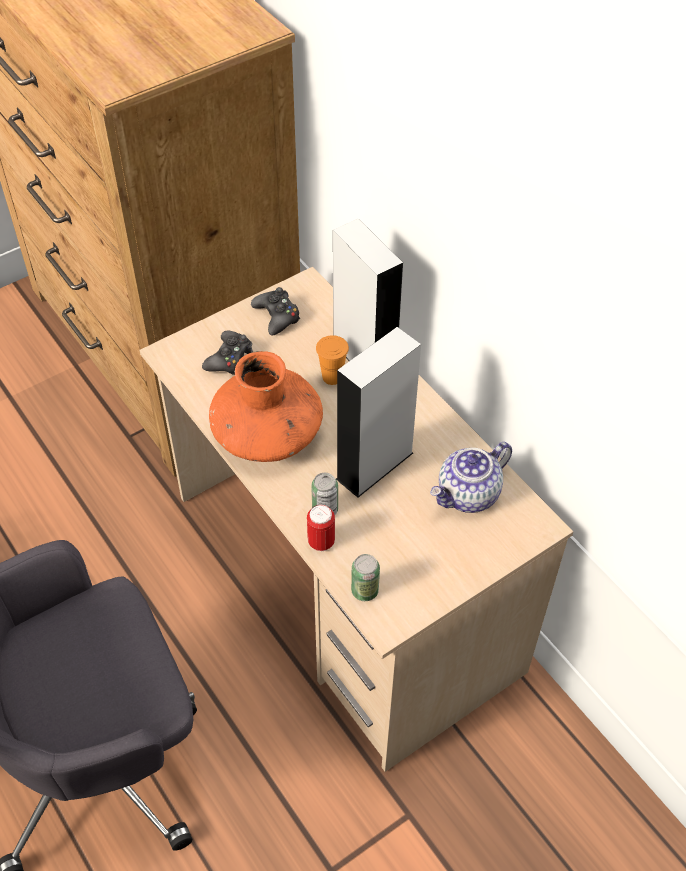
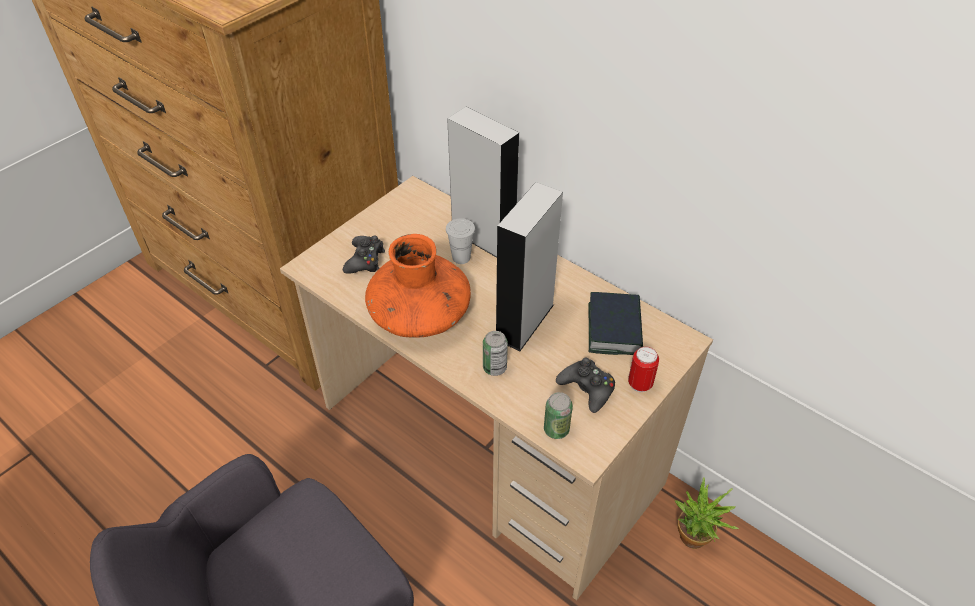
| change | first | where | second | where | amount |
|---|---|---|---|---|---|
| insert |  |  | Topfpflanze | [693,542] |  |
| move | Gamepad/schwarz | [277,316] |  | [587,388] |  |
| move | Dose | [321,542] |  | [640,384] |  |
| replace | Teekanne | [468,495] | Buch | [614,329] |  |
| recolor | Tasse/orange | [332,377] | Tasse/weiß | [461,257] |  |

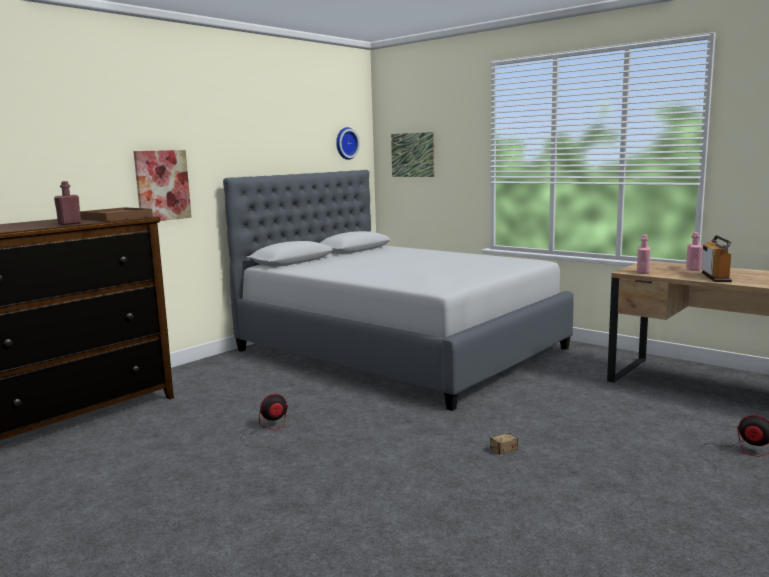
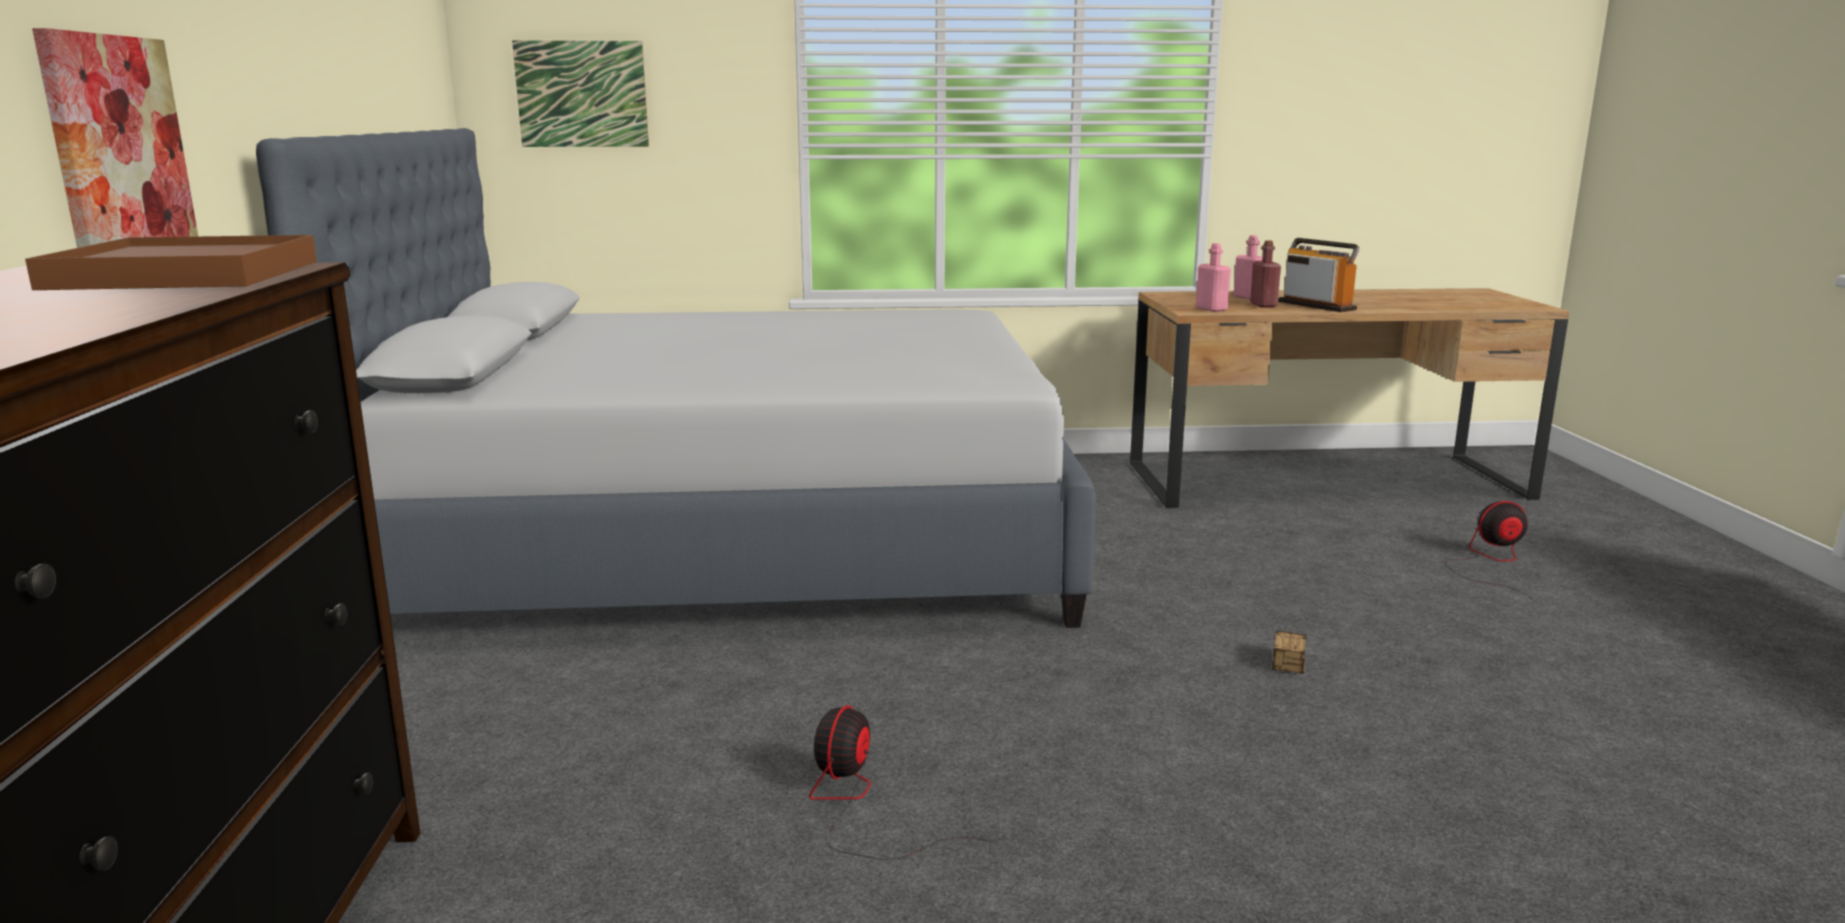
| change | first | where | second | where | amount |
|---|---|---|---|---|---|
| delete | Wanduhr | [345,143] |  |  |  |
| move | Flasche/rot | [69,224] |  | [1263,305] |  |

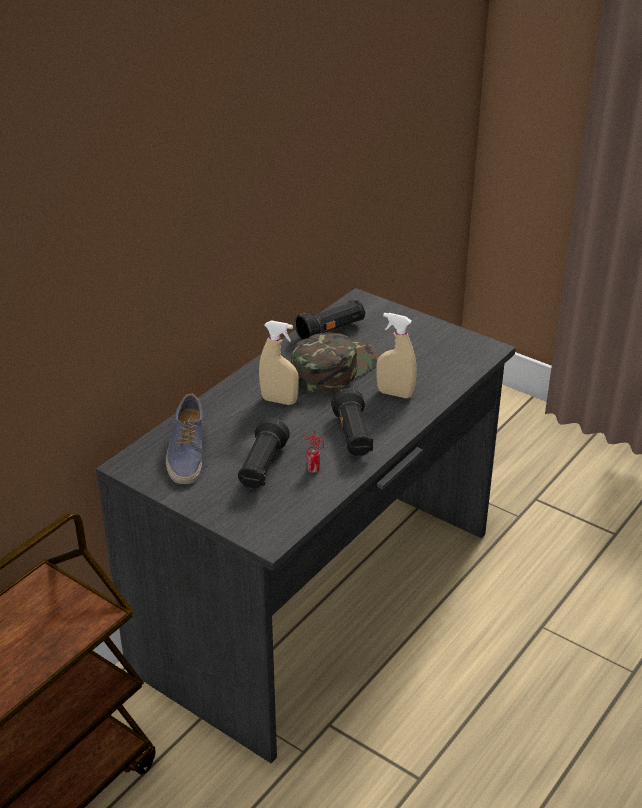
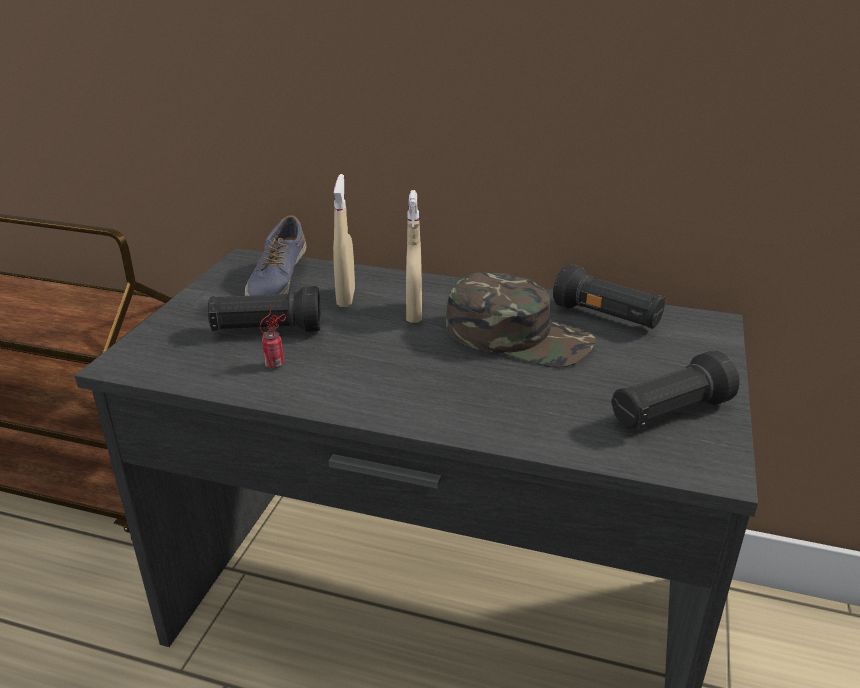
| change | first | where | second | where | amount |
|---|---|---|---|---|---|
| move | Taschenlampe/schwarz | [353,436] |  | [668,413] |  |
| move | Sprühflasche/beige | [395,393] |  | [346,297] |  |
| rotate | Schuh | [186,453] |  | [277,283] | 60 degrees counterclockwise |

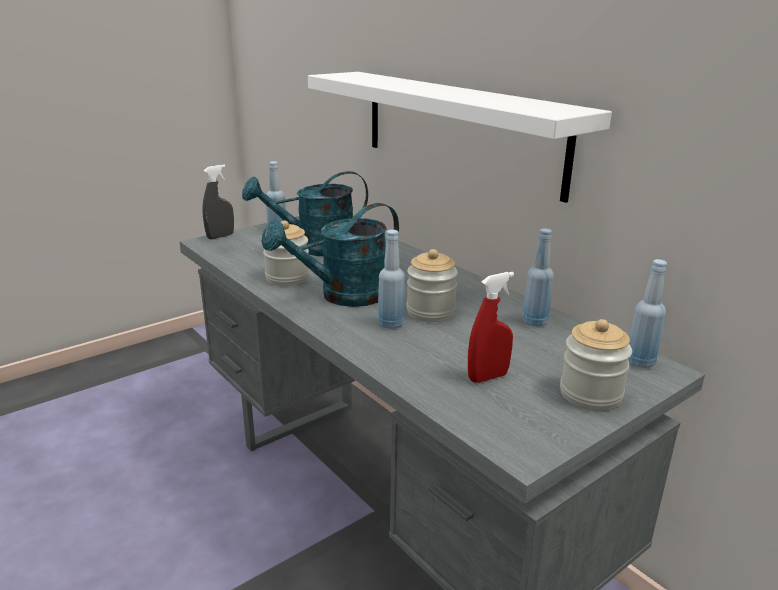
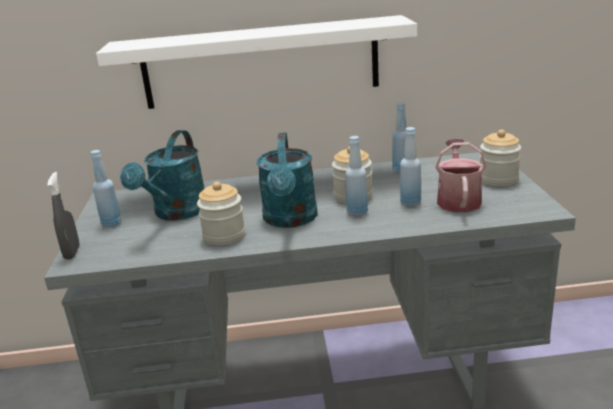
| change | first | where | second | where | amount |
|---|---|---|---|---|---|
| move | Flasche/blau | [639,362] |  | [410,203] |  |
| replace | Sprühflasche/rot | [488,377] | Gießkanne | [458,200] |  |

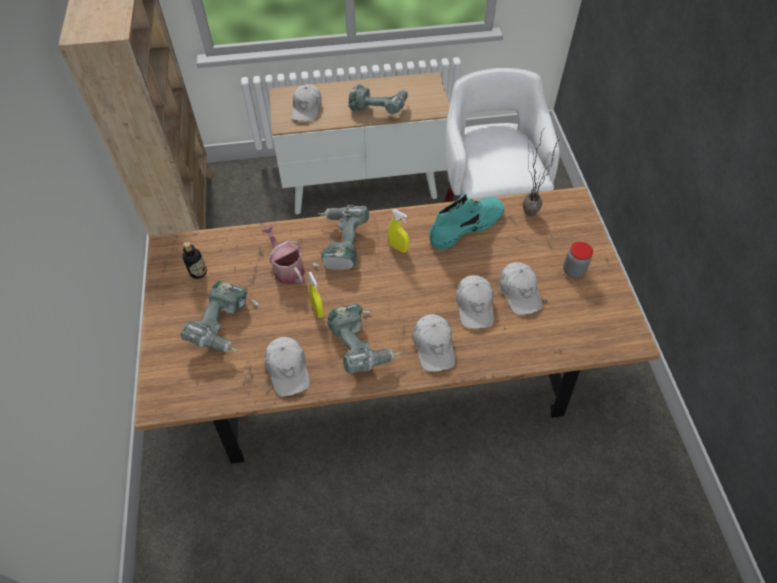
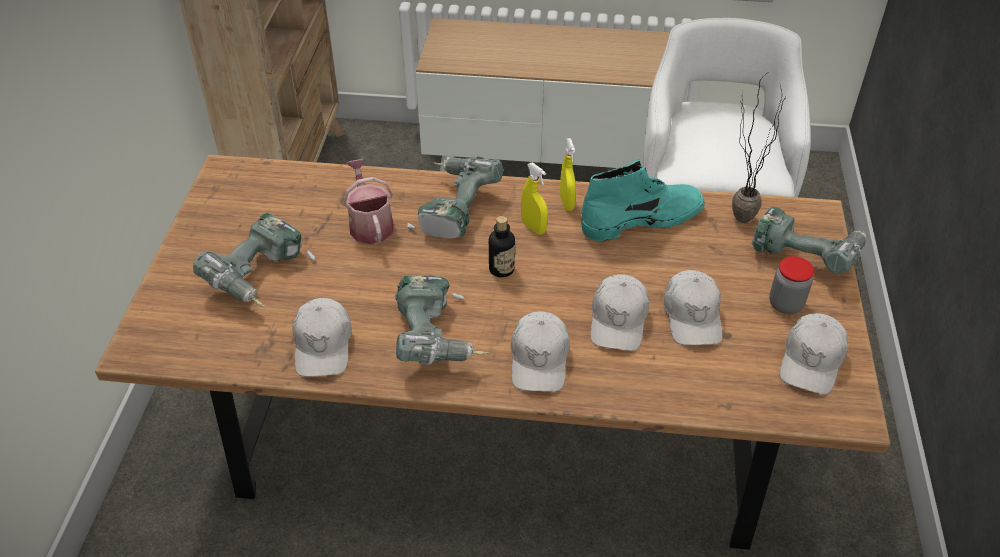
| change | first | where | second | where | amount |
|---|---|---|---|---|---|
| move | Flasche | [198,272] |  | [501,269] |  |
| move | Kappe/weiß | [306,108] |  | [811,361] |  |
| move | Sprühflasche/gelb | [317,310] |  | [566,203] |  |
| move | Bohrmaschine | [379,108] |  | [806,254] |  |

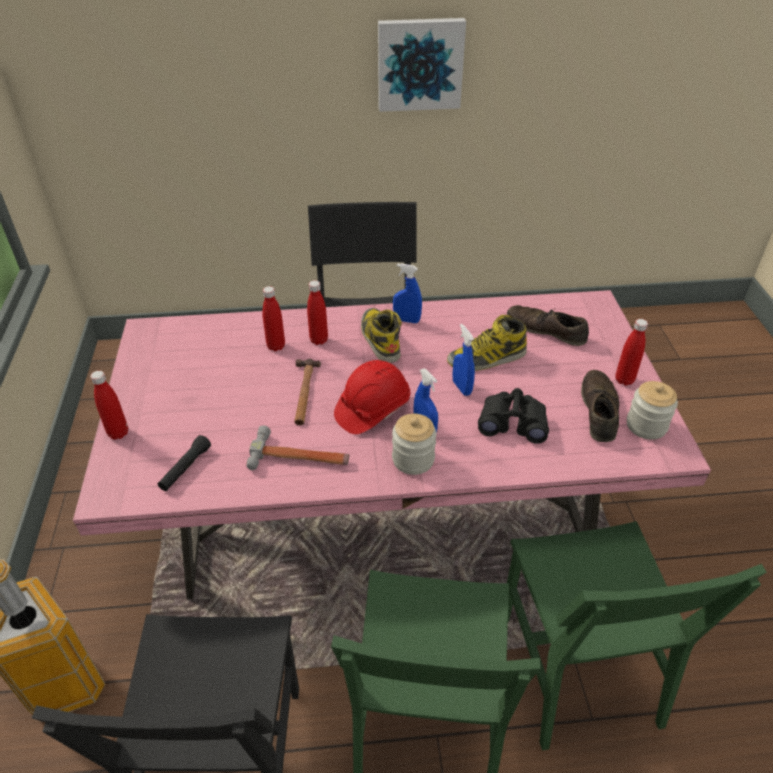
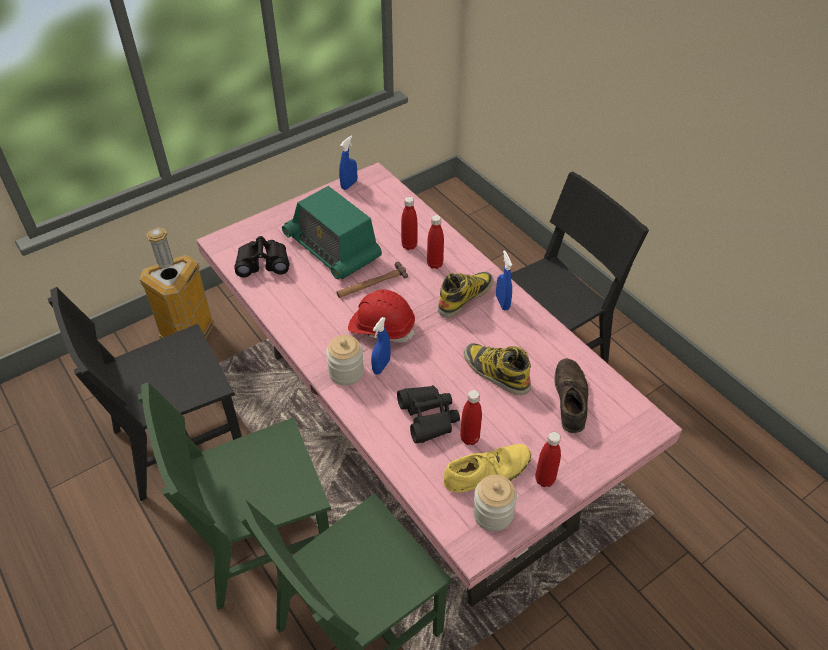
| change | first | where | second | where | amount |
|---|---|---|---|---|---|
| delete | Hammer | [300,458] |  |  |  |
| delete | Bild | [419,64] |  |  |  |
| insert |  |  | Radio | [332,248] |  |
| move | Flasche/rot | [118,433] |  | [469,438] |  |
| move | Sprühflasche/blau | [461,387] |  | [349,185] |  |
| replace | Taschenlampe/schwarz | [185,468] | Fernglas/schwarz | [263,263] |  |
| recolor | Schuh/braun | [598,410] | Schuh/gelb | [487,472] |  |

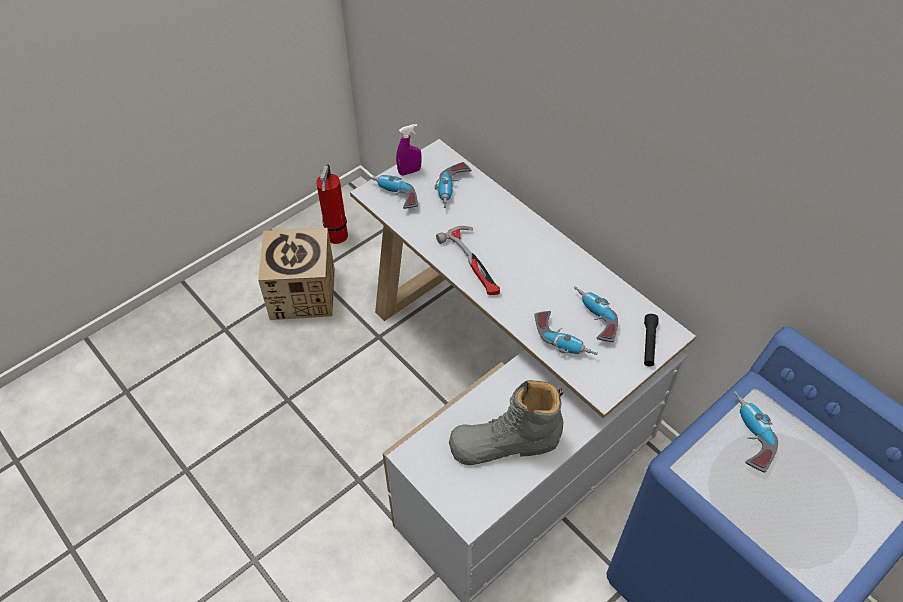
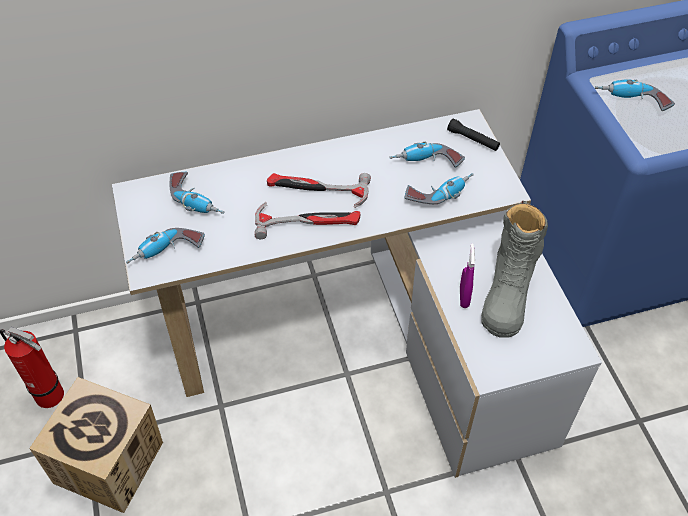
| change | first | where | second | where | amount |
|---|---|---|---|---|---|
| insert |  |  | Hammer | [317,190] |  |
| move | Sprühflasche/lila | [409,171] |  | [464,297] |  |

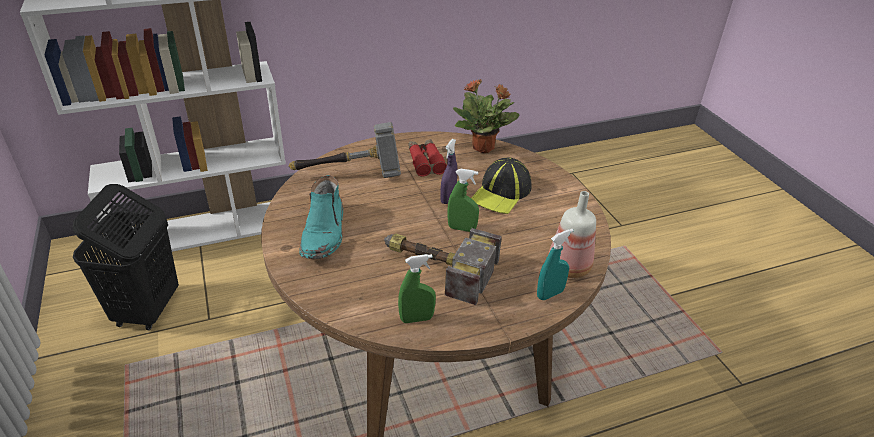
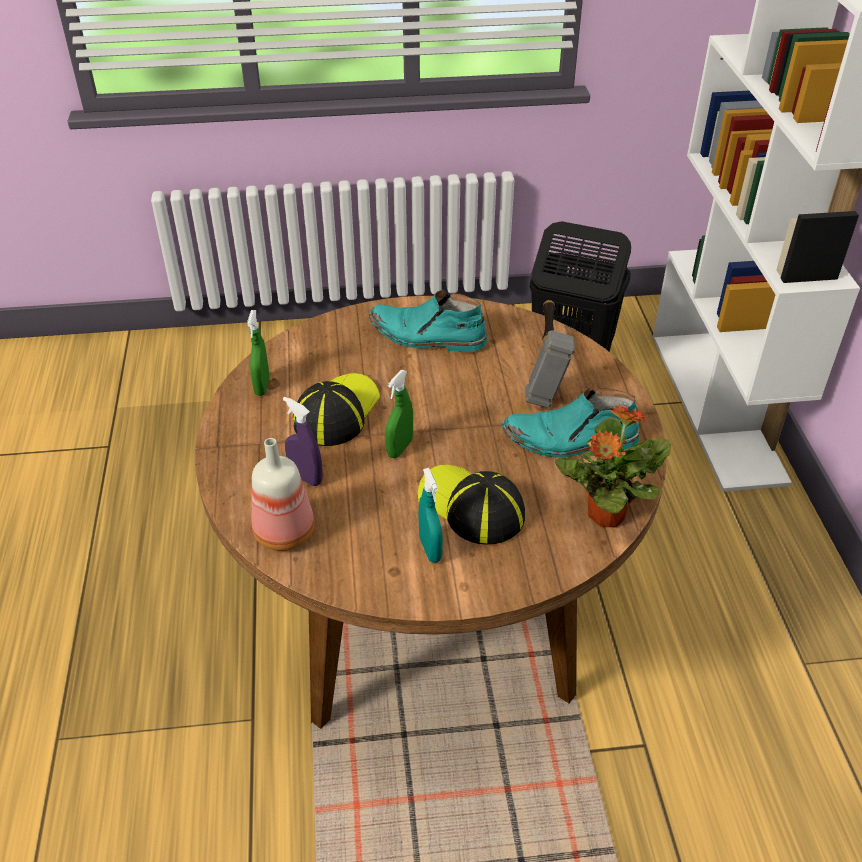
| change | first | where | second | where | amount |
|---|---|---|---|---|---|
| move | Sprühflasche/lila | [448,198] |  | [305,477] |  |
| move | Sprühflasche/türkis | [550,294] |  | [430,549] |  |
| replace | Hammer | [435,266] | Kappe | [336,412] |  |
| replace | Fernglas/rot | [425,162] | Stiefel/türkis | [570,440] |  |

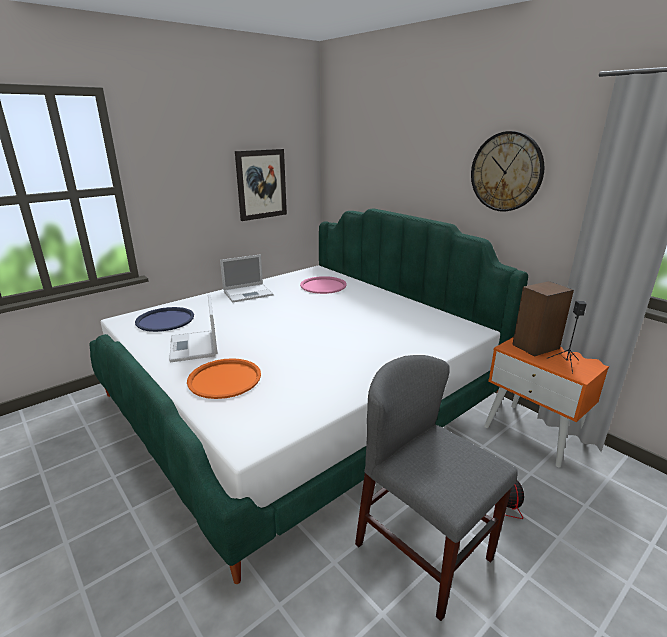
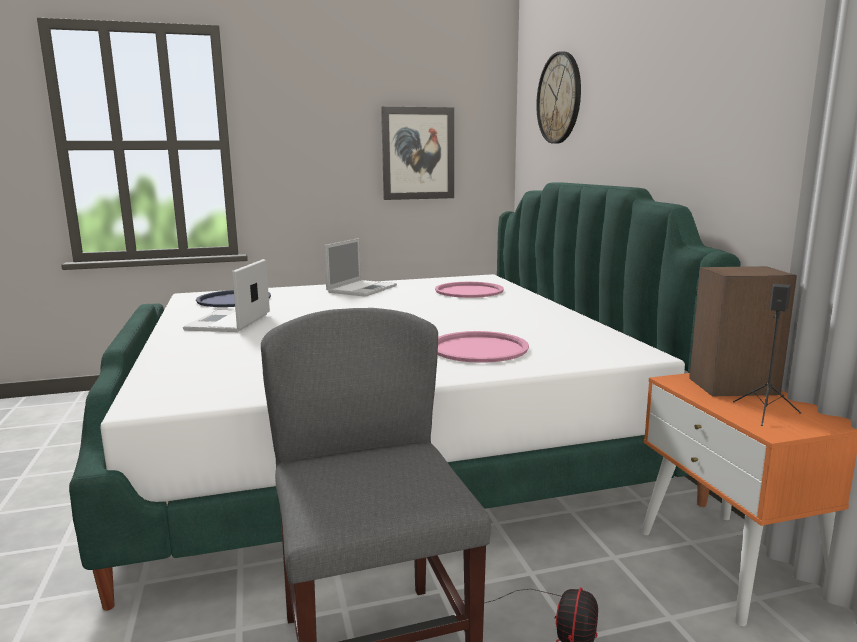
| change | first | where | second | where | amount |
|---|---|---|---|---|---|
| delete | Tablett/orange | [224,379] |  |  |  |
| insert |  |  | Tablett/rosa | [479,348] |  |
| move | Wanduhr | [506,172] |  | [559,98] |  |
| rotate | Laptop | [249,293] |  | [362,289] | 60 degrees counterclockwise |

